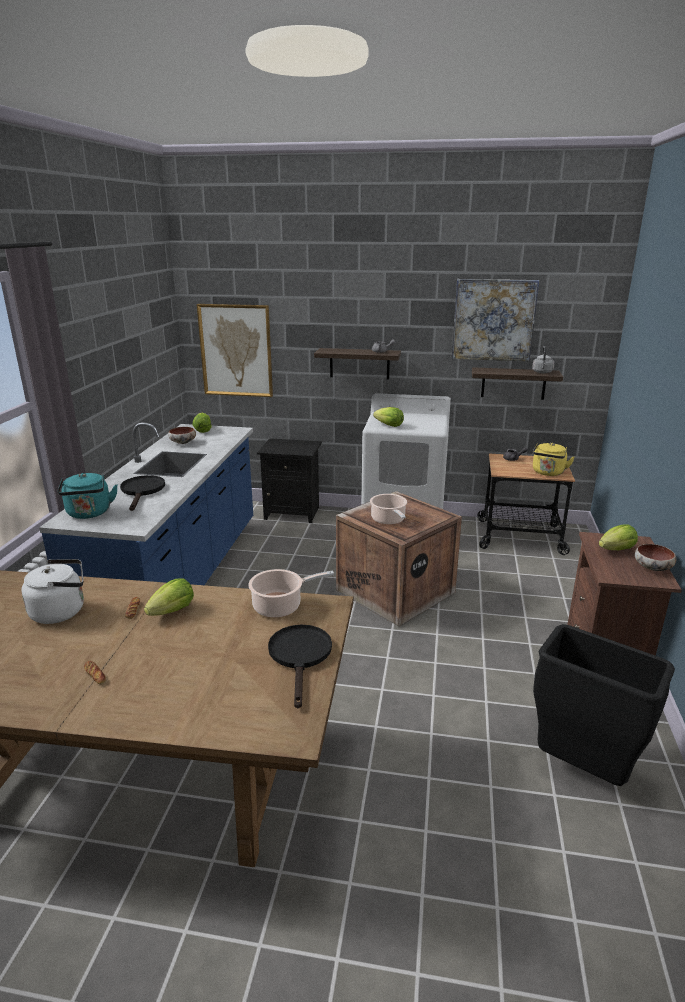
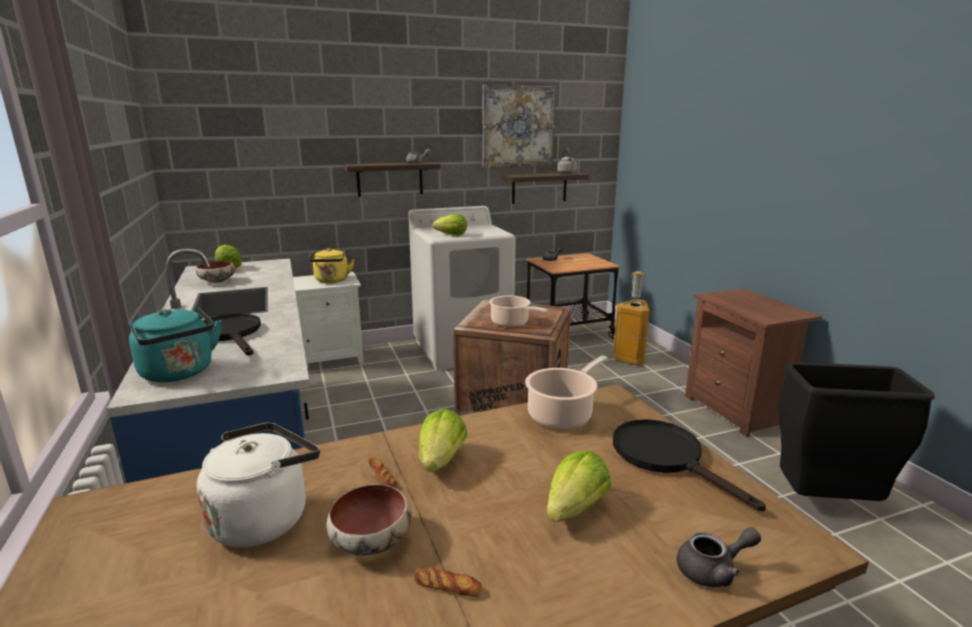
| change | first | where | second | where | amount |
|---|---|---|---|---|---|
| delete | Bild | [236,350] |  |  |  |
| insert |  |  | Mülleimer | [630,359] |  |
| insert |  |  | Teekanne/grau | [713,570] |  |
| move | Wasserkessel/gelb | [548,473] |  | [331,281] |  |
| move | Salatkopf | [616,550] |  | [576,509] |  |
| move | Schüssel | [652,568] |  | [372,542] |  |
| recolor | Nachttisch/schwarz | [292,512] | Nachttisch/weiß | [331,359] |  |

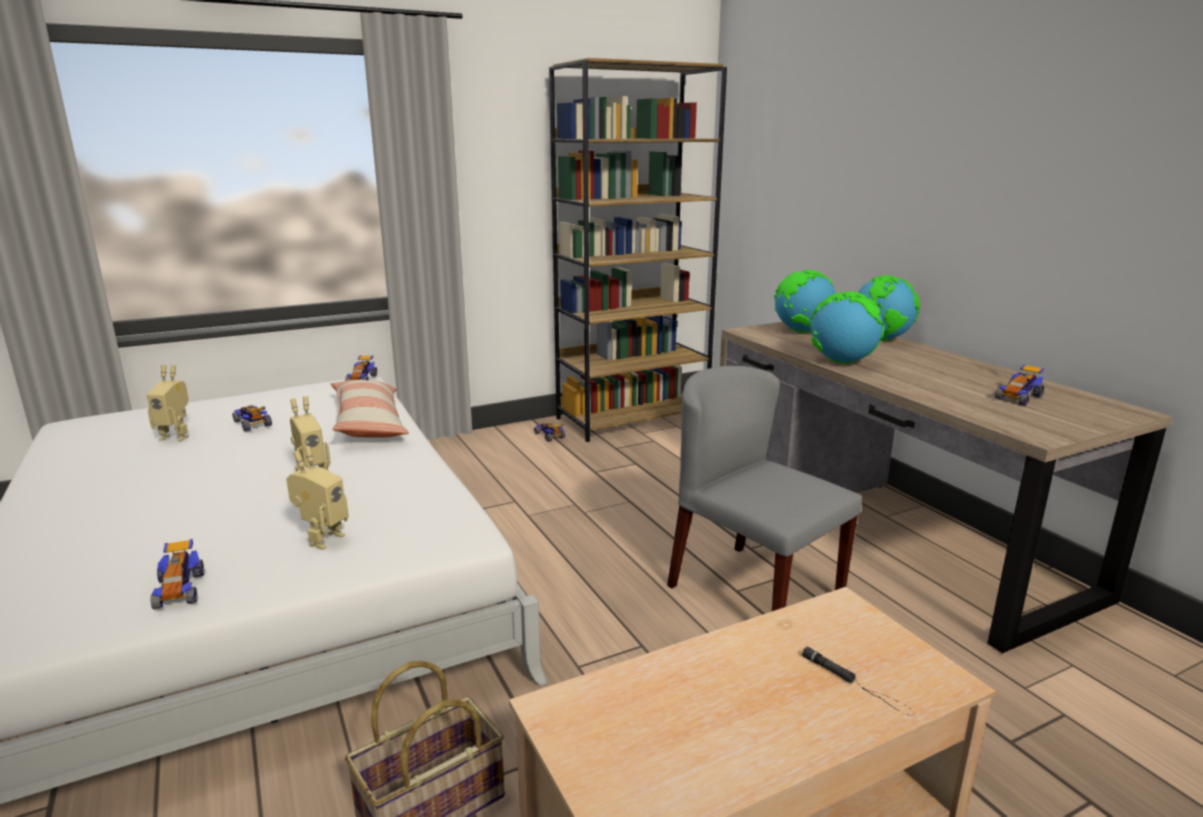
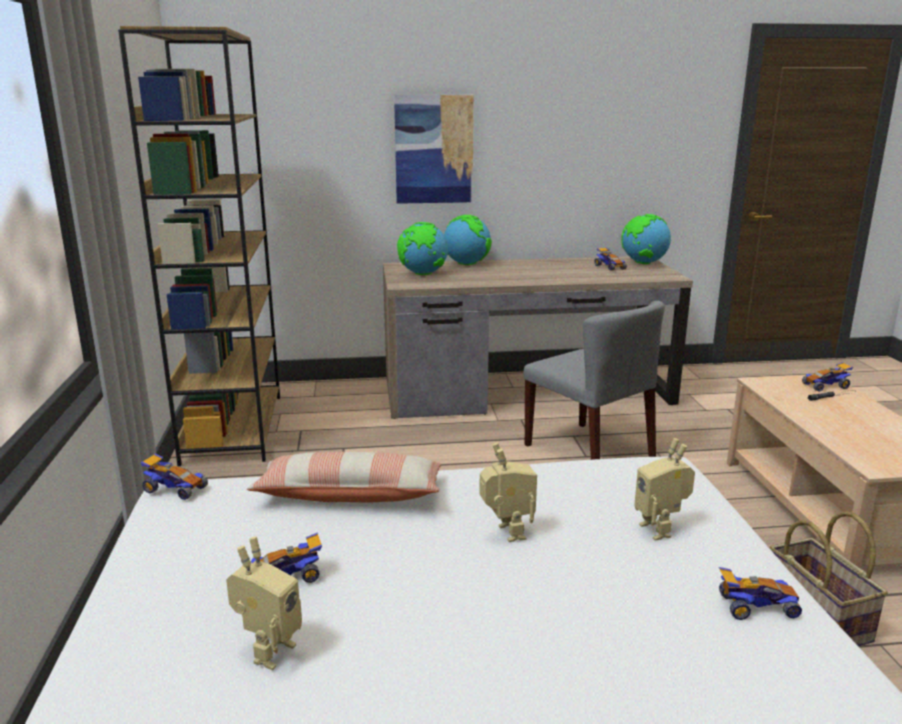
| change | first | where | second | where | amount |
|---|---|---|---|---|---|
| insert |  |  | Bild | [434,149] |  |
| move | Spielzeugauto | [550,436] |  | [826,386] |  |
| move | Globus | [841,362] |  | [643,263] |  |
| rotate | Spielzeugroboter | [322,539] |  | [660,529] | 150 degrees counterclockwise |
| rotate | Stuhl/grau | [752,592] |  | [590,451] | 105 degrees counterclockwise |

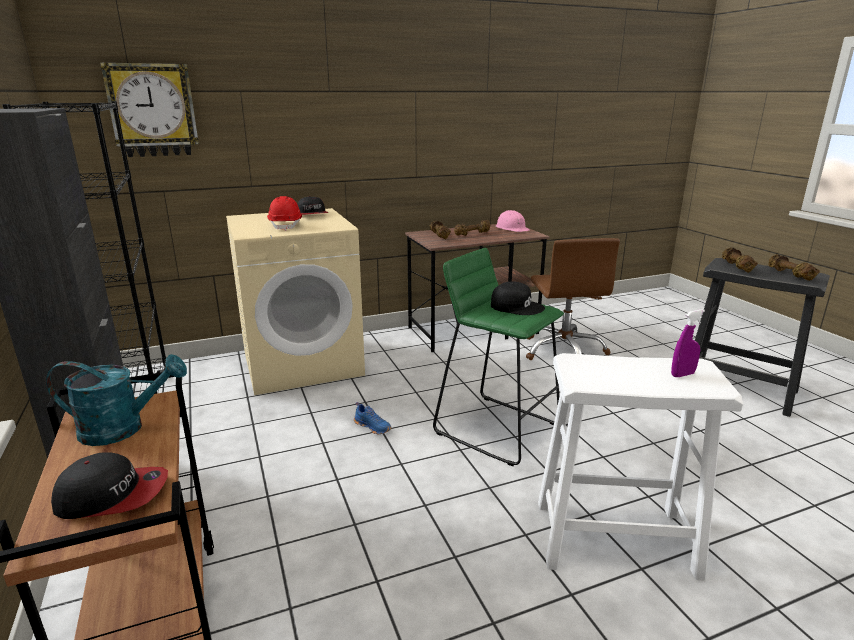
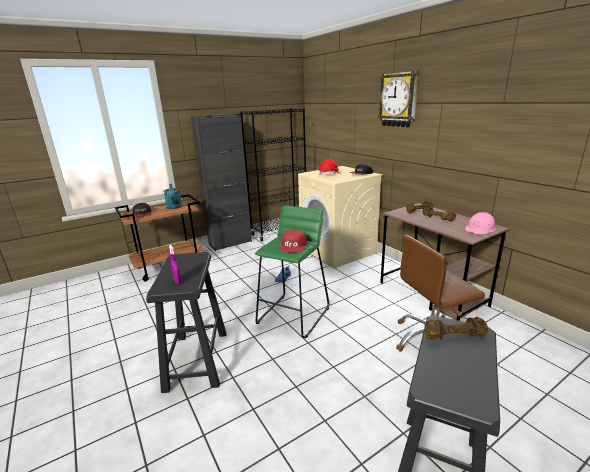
| change | first | where | second | where | amount |
|---|---|---|---|---|---|
| delete | Hantel/braun | [789,274] |  |  |  |
| move | Wanduhr | [153,110] |  | [398,100] |  |
| recolor | Kappe/schwarz | [516,306] | Kappe/rot | [293,246] |  |
| recolor | Hocker/weiß | [613,538] | Hocker/schwarz | [197,359] |  |

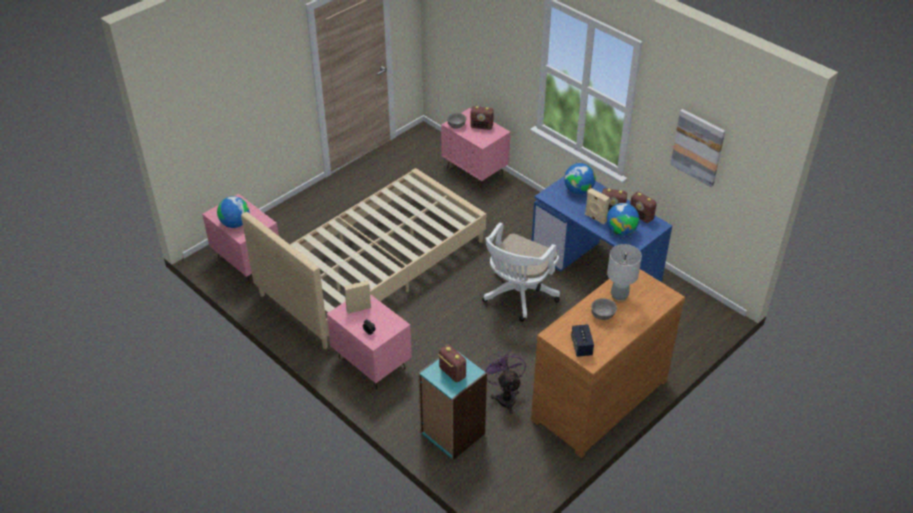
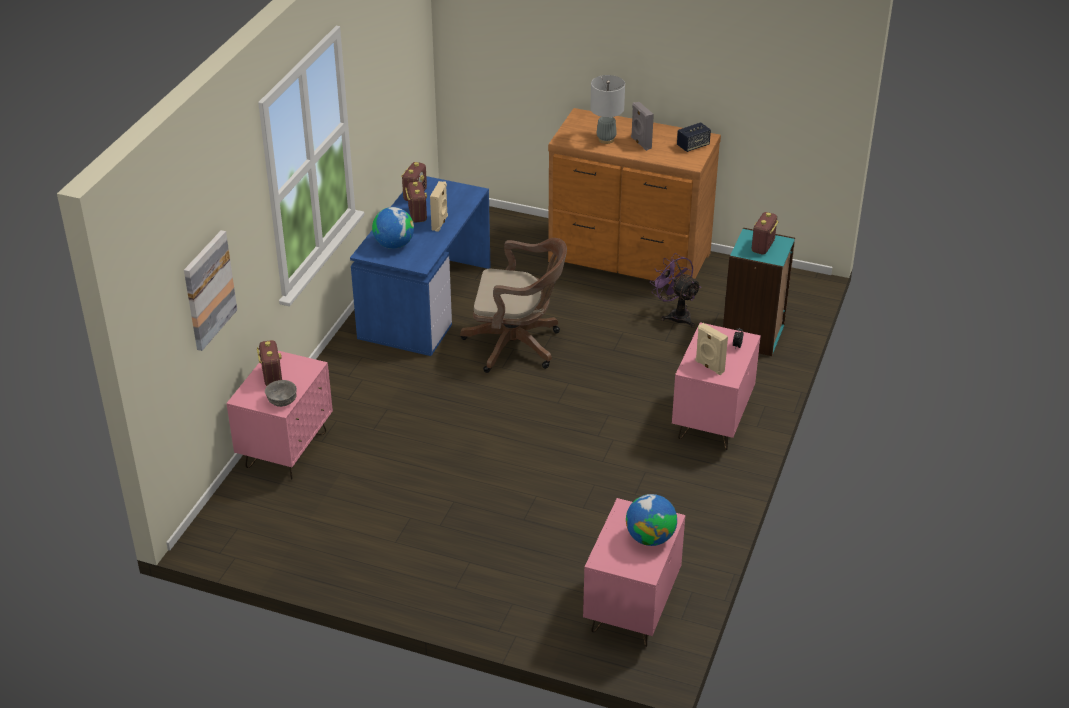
| change | first | where | second | where | amount |
|---|---|---|---|---|---|
| delete | Bett/beige | [373,268] |  |  |  |
| delete | Globus | [621,231] |  |  |  |
| move | Bild | [698,147] |  | [208,290] |  |
| replace | Schüssel/grau | [602,315] | Lautsprecher/grau | [640,143] |  |
| recolor | Bürostuhl/weiß | [518,296] | Bürostuhl/braun | [517,345] |  |
| rotate | Ventilator/lila | [505,396] |  | [675,315] | 90 degrees clockwise |

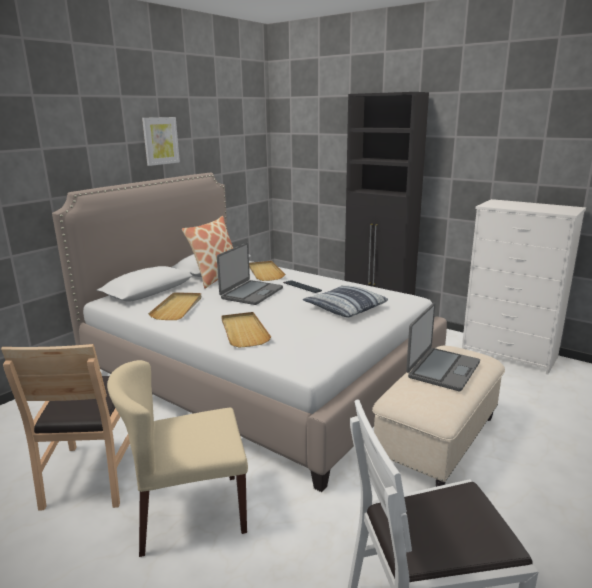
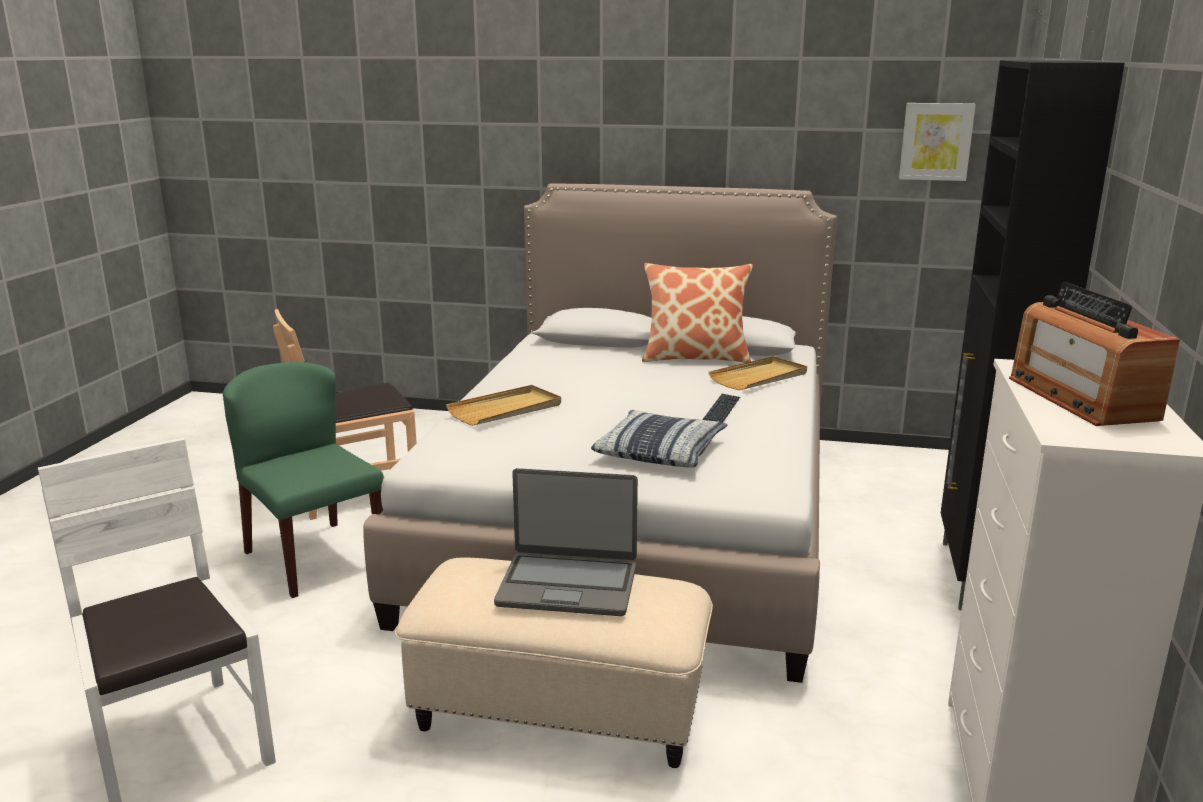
| change | first | where | second | where | amount |
|---|---|---|---|---|---|
| delete | Tablett/beige | [177,308] |  |  |  |
| delete | Laptop | [251,293] |  |  |  |
| insert |  |  | Radio | [1080,398] |  |
| move | Bild | [160,141] |  | [936,141] |  |
| recolor | Stuhl/beige | [190,513] | Stuhl/grün | [314,558] |  |

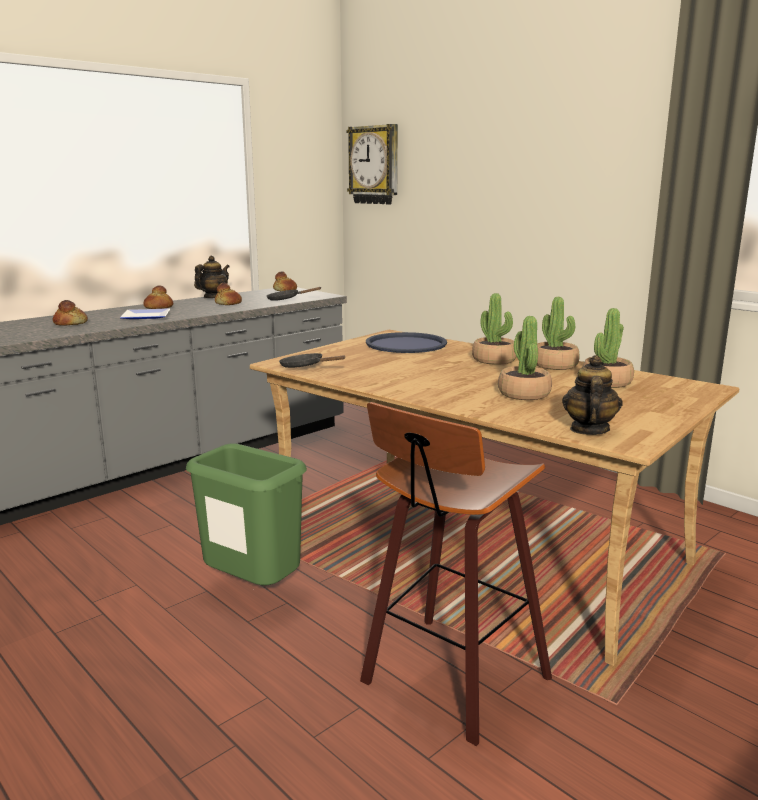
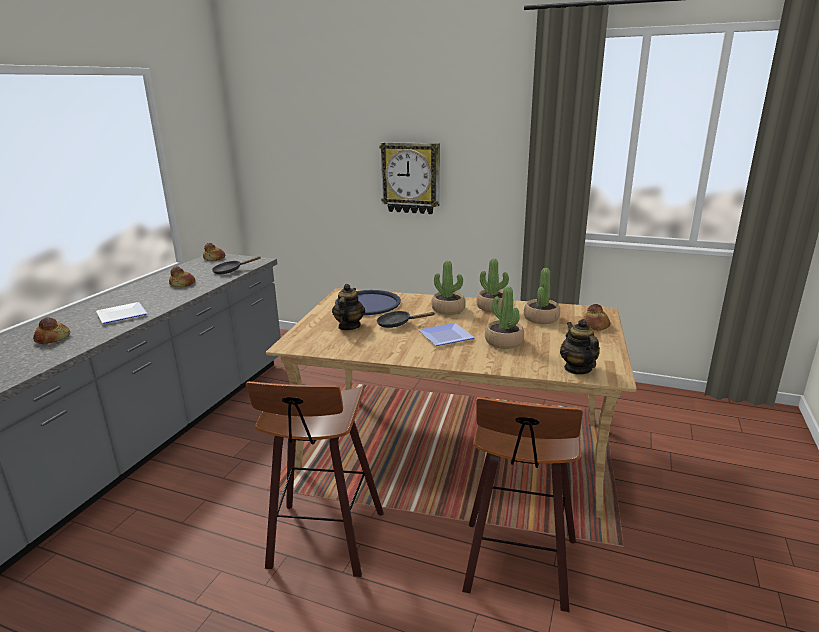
| change | first | where | second | where | amount |
|---|---|---|---|---|---|
| insert |  |  | Teller | [448,337] |  |
| move | Brot | [158,307] |  | [595,326] |  |
| move | Teekanne | [213,297] |  | [349,326] |  |
| move | Pfanne/schwarz | [305,367] |  | [397,324] |  |
| move | Wanduhr | [374,165] |  | [411,178] |  |
| replace | Mülleimer/grün | [251,590] | Hocker | [324,541] |  |

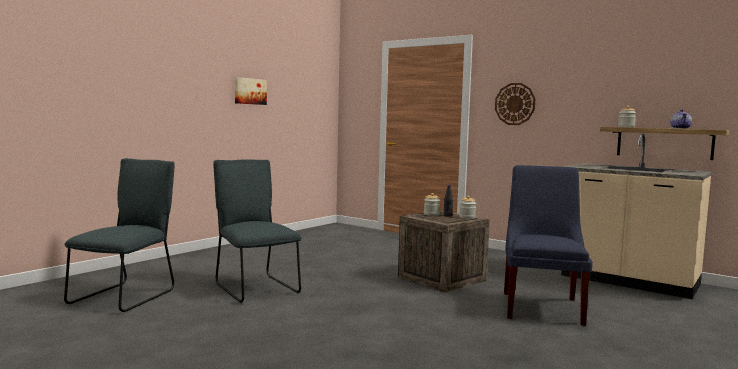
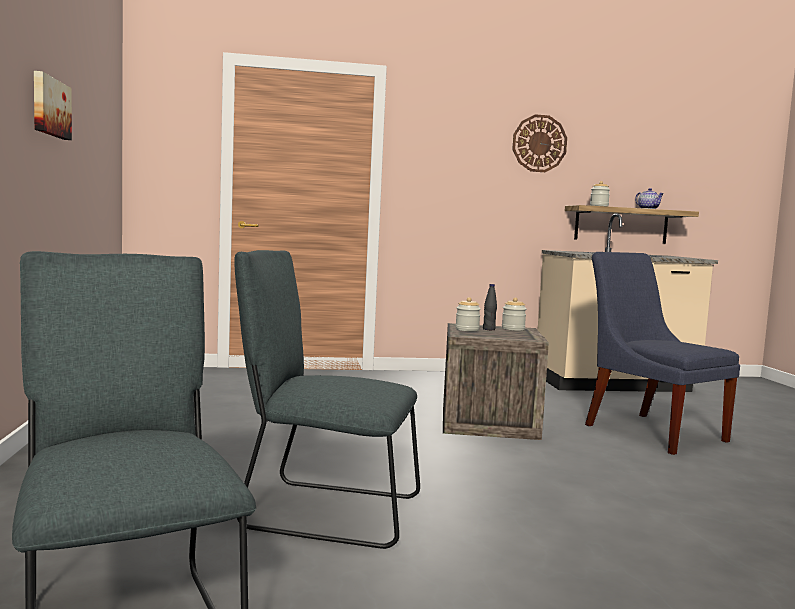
| change | first | where | second | where | amount |
|---|---|---|---|---|---|
| move | Wanduhr | [515,104] |  | [539,143] |  |

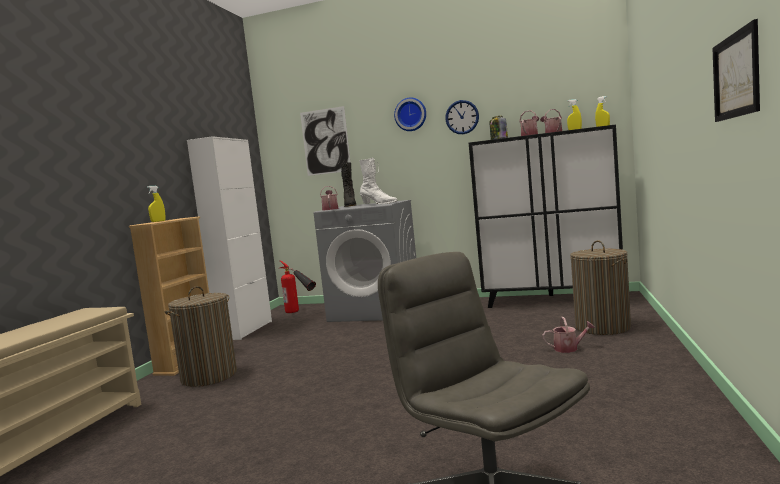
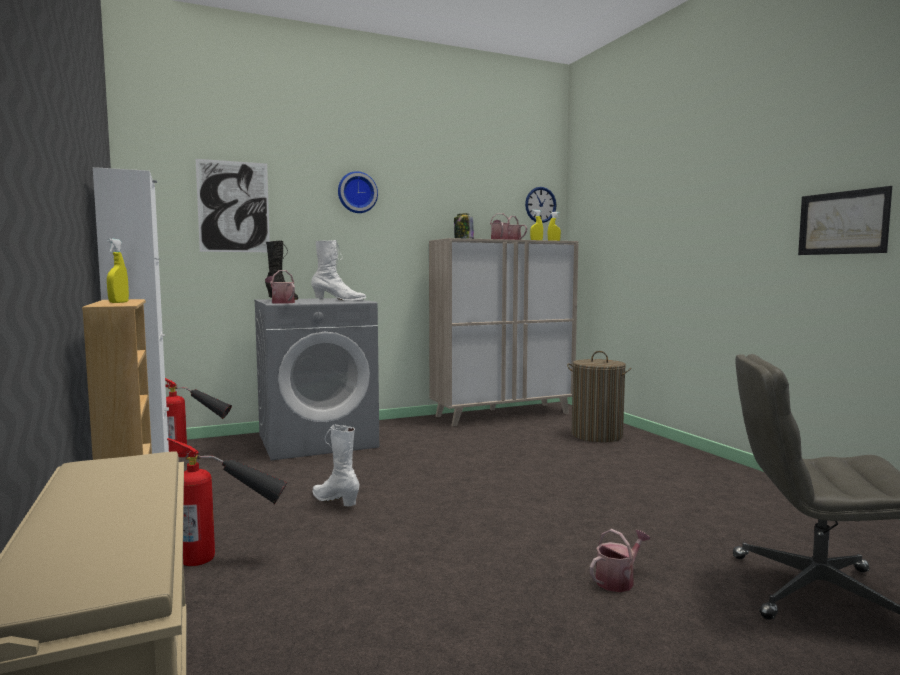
| change | first | where | second | where | amount |
|---|---|---|---|---|---|
| insert |  |  | Stiefel/weiß | [335,501] |  |
| move | Wanduhr | [462,117] |  | [540,205] |  |
| move | Gießkanne | [569,348] |  | [618,580] |  |
| replace | Wäschekorb | [209,376] | Feuerlöscher | [229,558] |  |
| recolor | Schrank/schwarz | [551,300] | Schrank/beige | [503,414] |  |

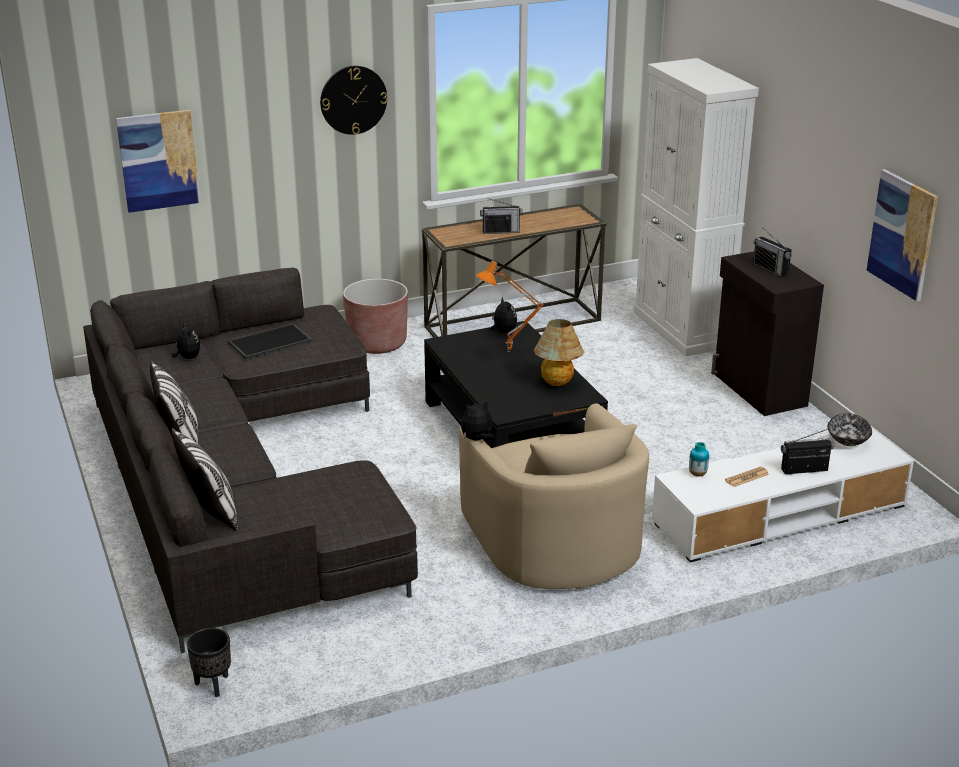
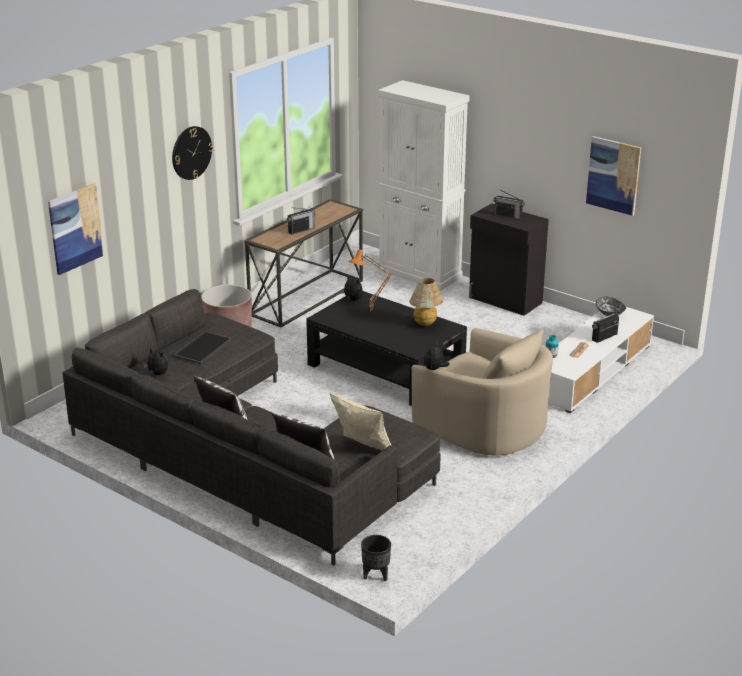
| change | first | where | second | where | amount |
|---|---|---|---|---|---|
| insert |  |  | Kissen/beige | [362,449] |  |

